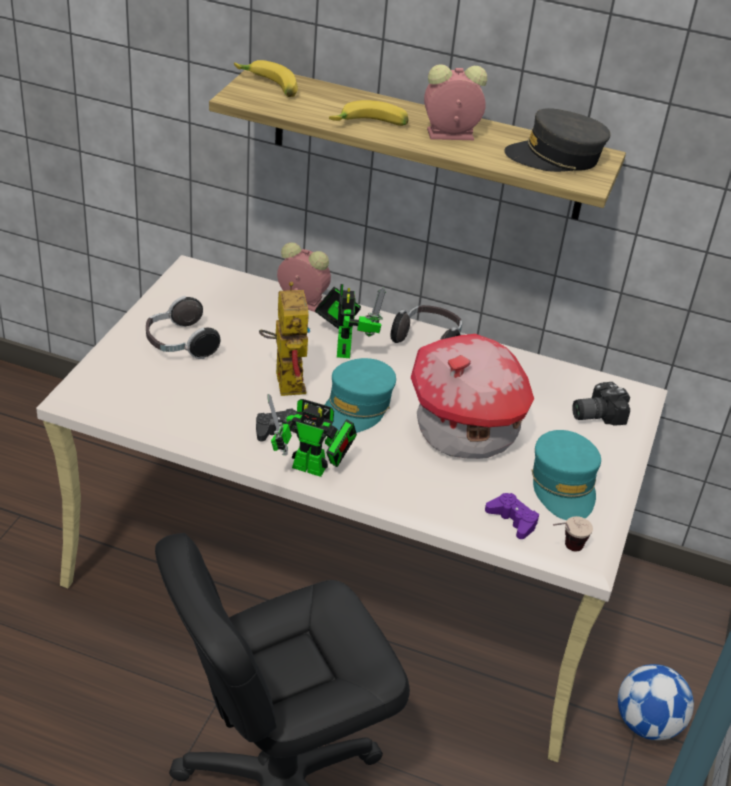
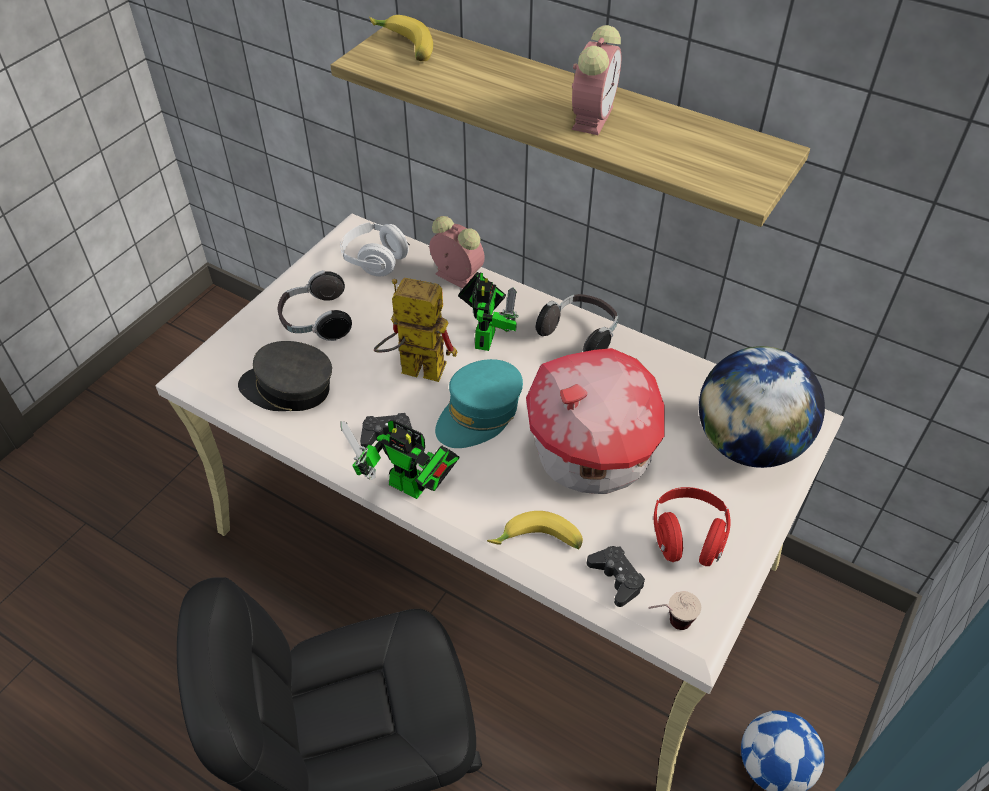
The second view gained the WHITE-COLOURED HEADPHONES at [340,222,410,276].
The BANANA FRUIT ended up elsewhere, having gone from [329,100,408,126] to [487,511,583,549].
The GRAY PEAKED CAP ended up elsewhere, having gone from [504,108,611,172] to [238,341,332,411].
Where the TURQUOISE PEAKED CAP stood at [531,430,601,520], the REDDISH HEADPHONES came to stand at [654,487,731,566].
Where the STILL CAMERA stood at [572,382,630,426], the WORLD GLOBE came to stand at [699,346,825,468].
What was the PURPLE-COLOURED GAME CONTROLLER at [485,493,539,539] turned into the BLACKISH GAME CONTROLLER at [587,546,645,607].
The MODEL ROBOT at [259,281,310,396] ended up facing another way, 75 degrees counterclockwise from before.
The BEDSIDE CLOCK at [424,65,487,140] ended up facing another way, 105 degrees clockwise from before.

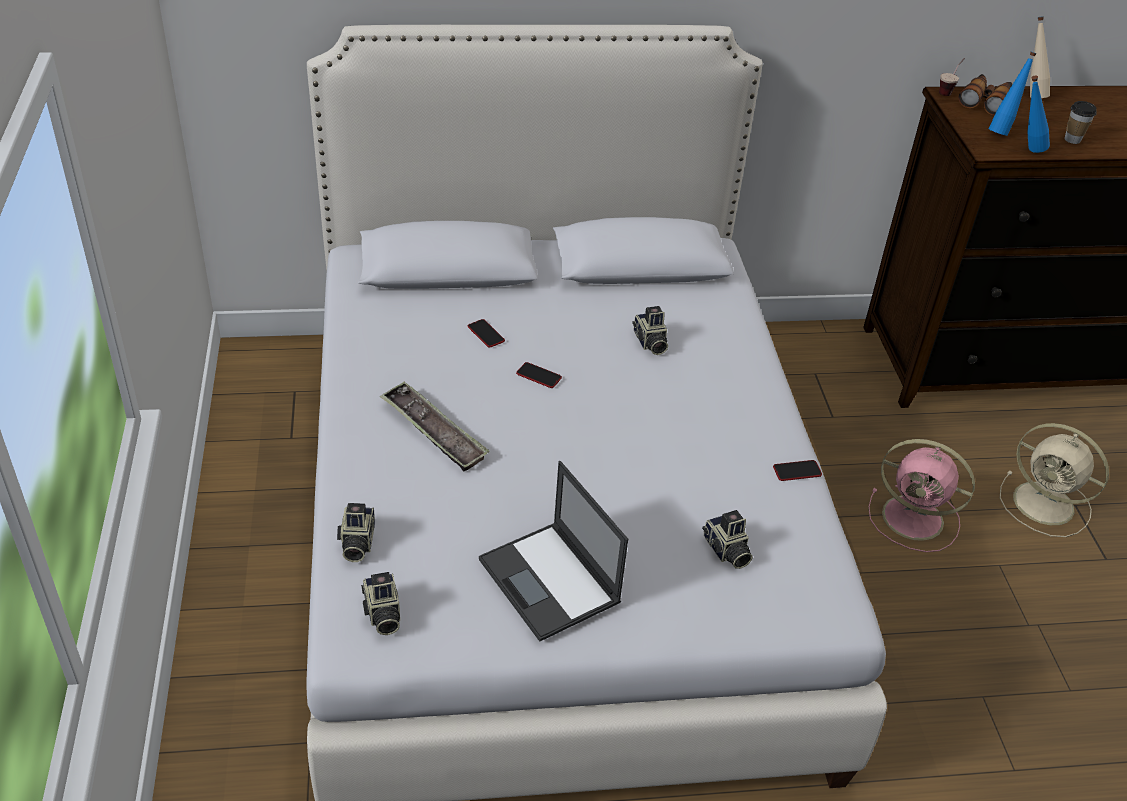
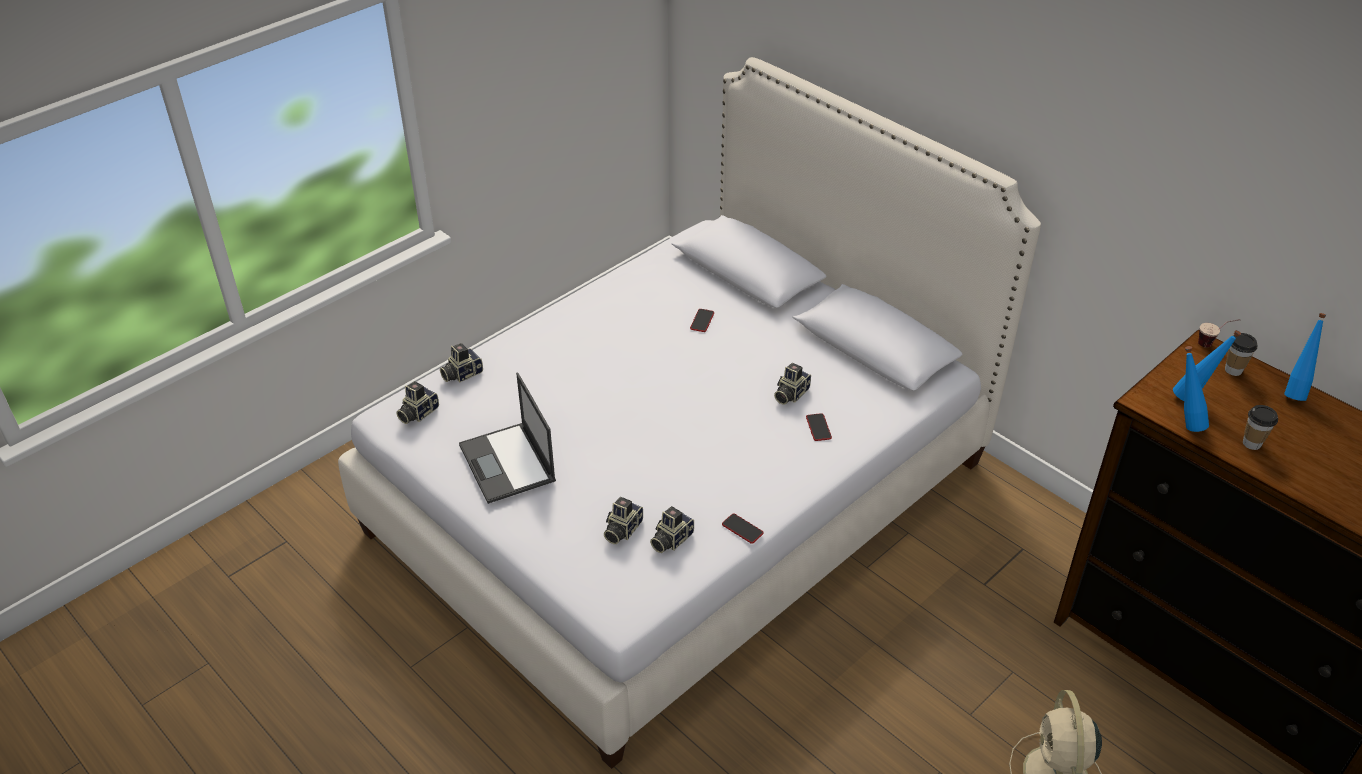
The second view lost the SERVING TRAY at [380,382,490,472].
The second view lost the PINK-COLOURED FAN at [868,439,975,552].
The second view gained the STILL CAMERA at [650,506,694,553].
The TELEPHONE ended up elsewhere, having gone from [516,362,562,388] to [806,413,832,441].
Where the BINOCULARS stood at [958,74,1012,115], the CUP came to stand at [1225,333,1258,376].
What was the BEIGE DRINK BOTTLE at [1030,17,1050,98] turned into the BLUE DRINK BOTTLE at [1284,313,1326,401].
The LAPTOP at [479,461,628,642] ended up facing another way, 45 degrees counterclockwise from before.

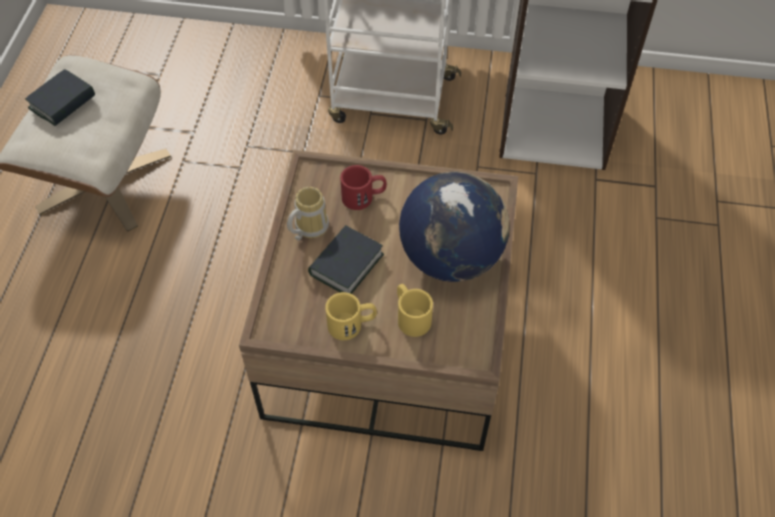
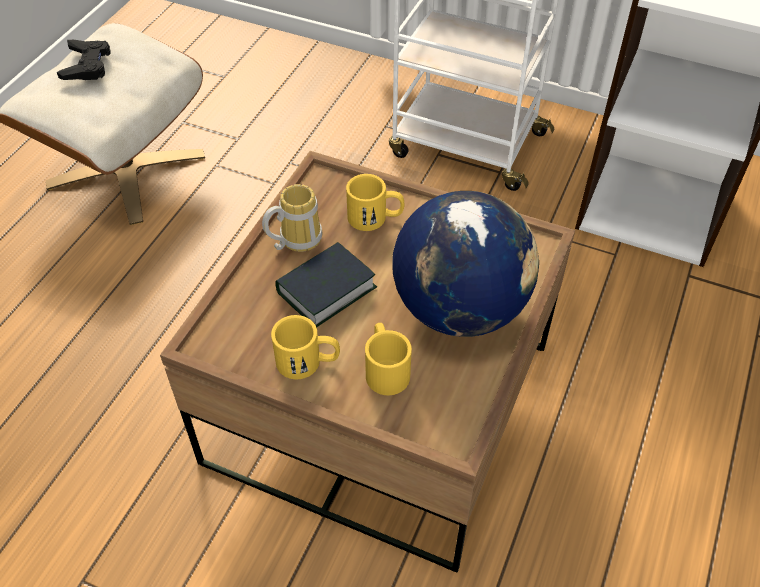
Where the BOUND BOOK stood at [25,69,95,126], the BLACKISH GAME CONTROLLER came to stand at [57,40,111,80].
What was the REDDISH TEA MUG at [340,165,387,210] turned into the YELLOW TEA MUG at [346,174,405,231].

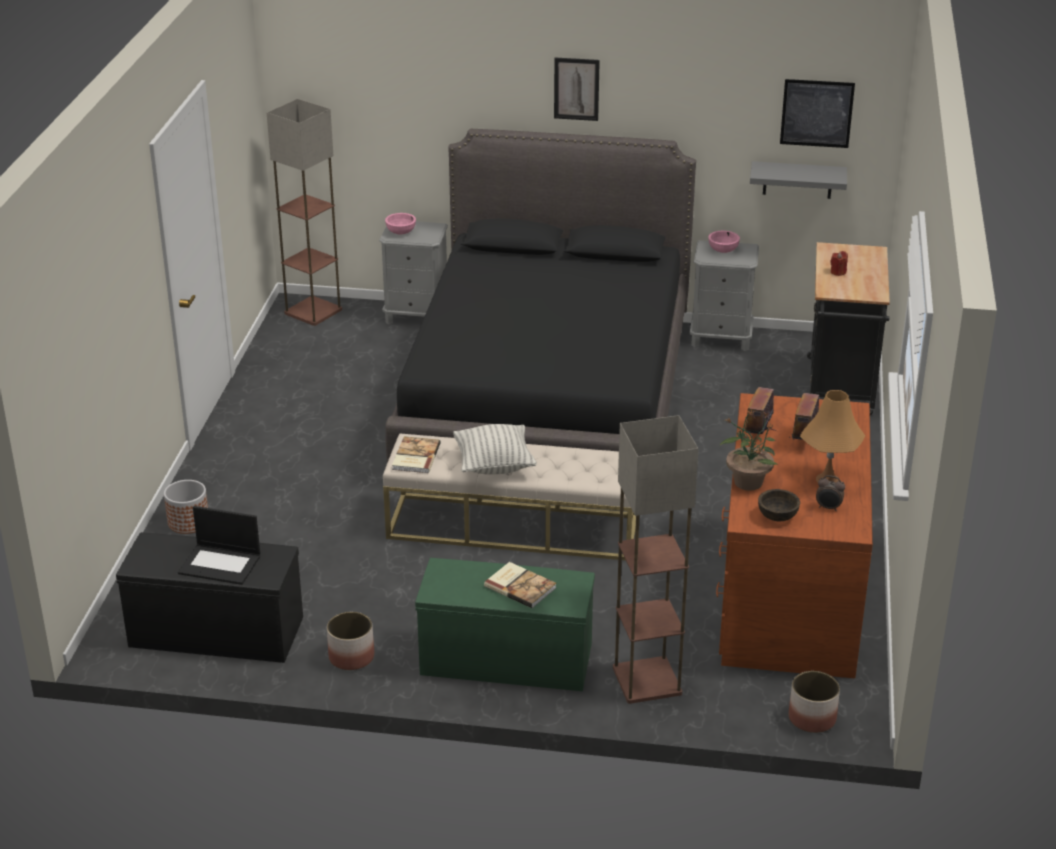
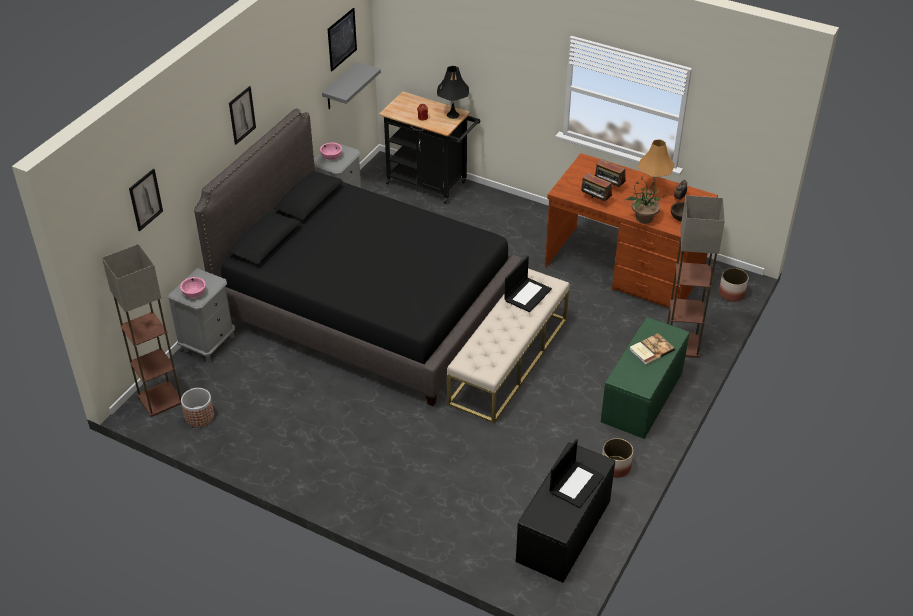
The second view lost the BOUND BOOK at [392,436,441,473].
The second view lost the PILLOW at [453,424,537,474].
The second view gained the WALL PICTURE at [129,169,163,231].
The second view gained the BLACKISH TABLETOP LAMP at [437,66,469,119].
The second view gained the LAPTOP at [504,256,552,312].
The PLANTER ended up elsewhere, having gone from [164,480,208,534] to [181,388,214,427].

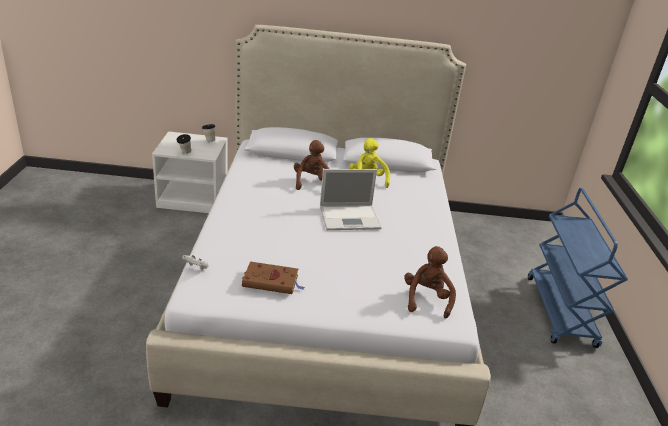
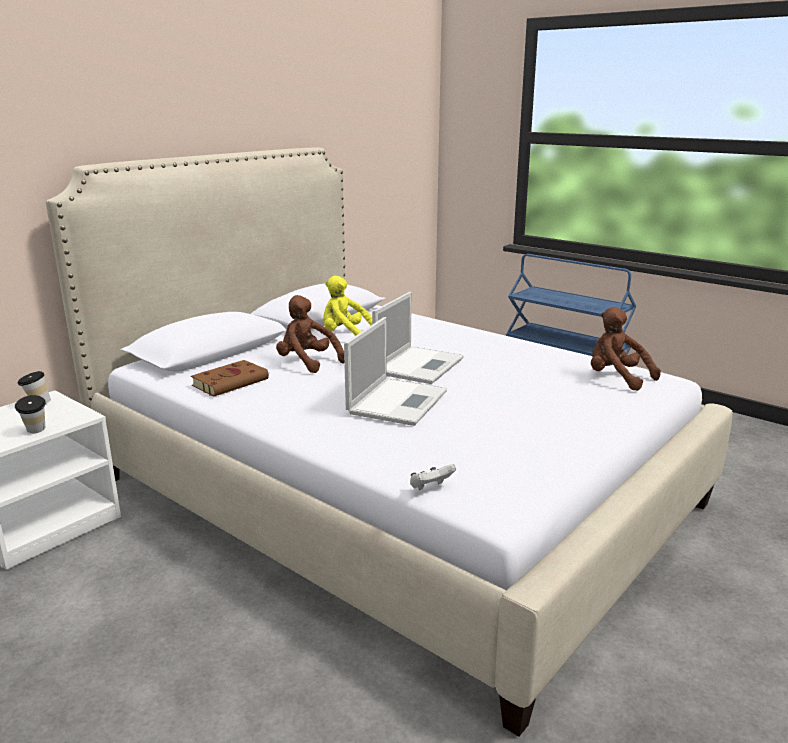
The second view gained the LAPTOP at [344,317,447,426].
The BROWN-COLOURED BOUND BOOK ended up elsewhere, having gone from [242,262,305,294] to [191,360,269,396].

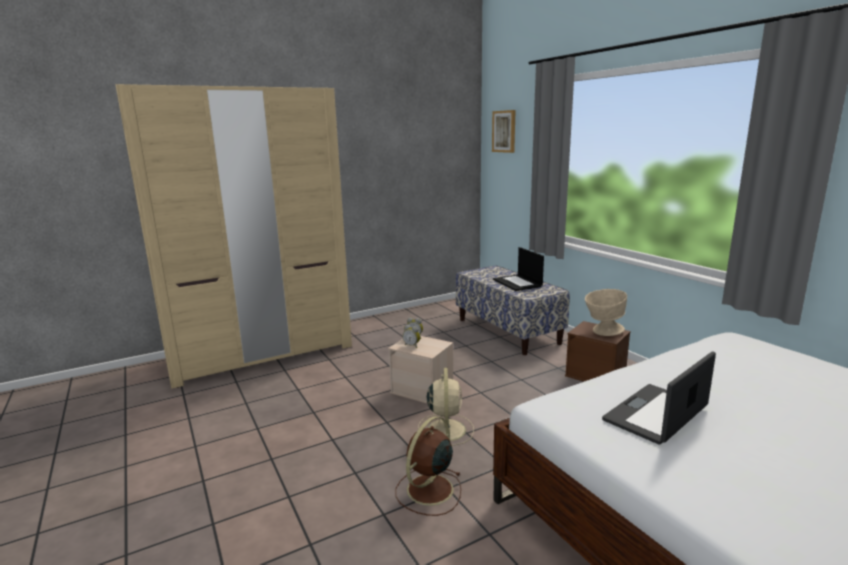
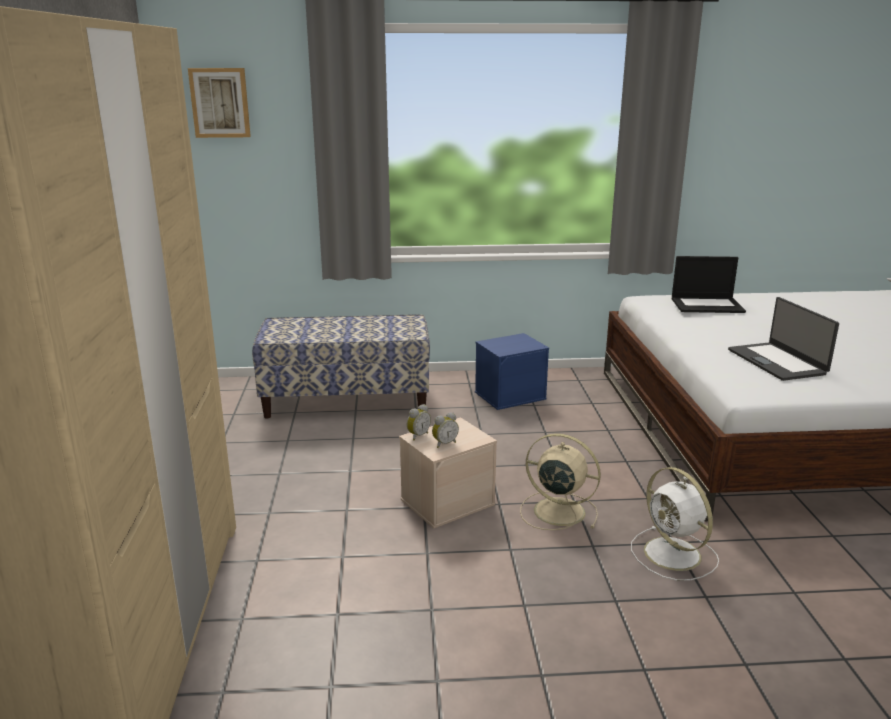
The second view lost the BEIGE BOWL at [585,289,627,336].
The LAPTOP ended up elsewhere, having gone from [493,247,544,291] to [672,256,746,313].
What was the BROWN-COLOURED FAN at [395,416,461,516] turned into the WHITE-COLOURED FAN at [631,467,719,581].
What was the BROWN-COLOURED STORAGE BOX at [565,321,631,382] turned into the BLUE STORAGE BOX at [475,333,549,410].

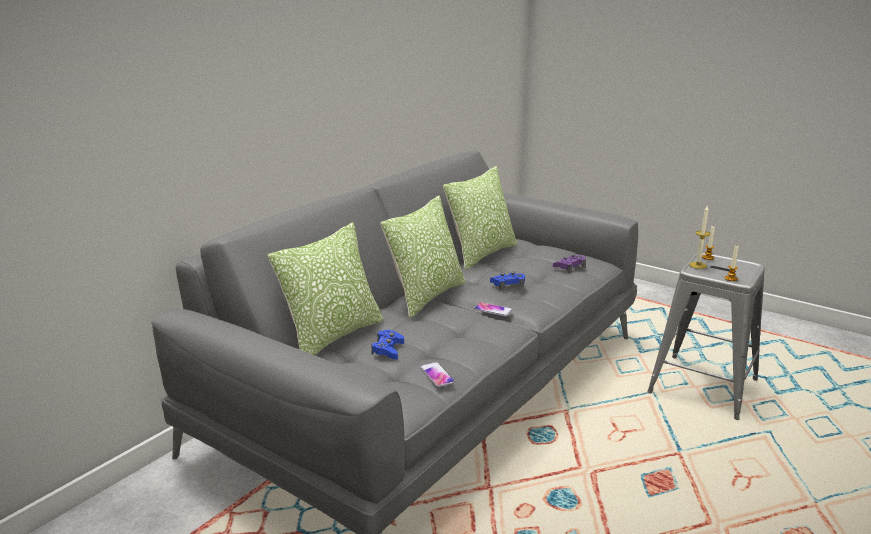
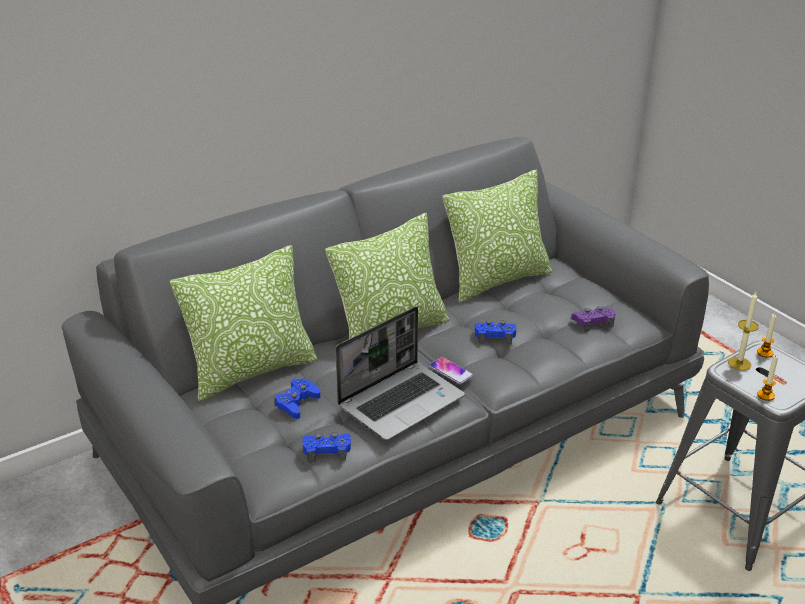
The second view gained the LAPTOP at [335,306,465,440].
Where the TELEPHONE stood at [420,362,455,387], the BLUE GAME CONTROLLER came to stand at [302,432,351,462].

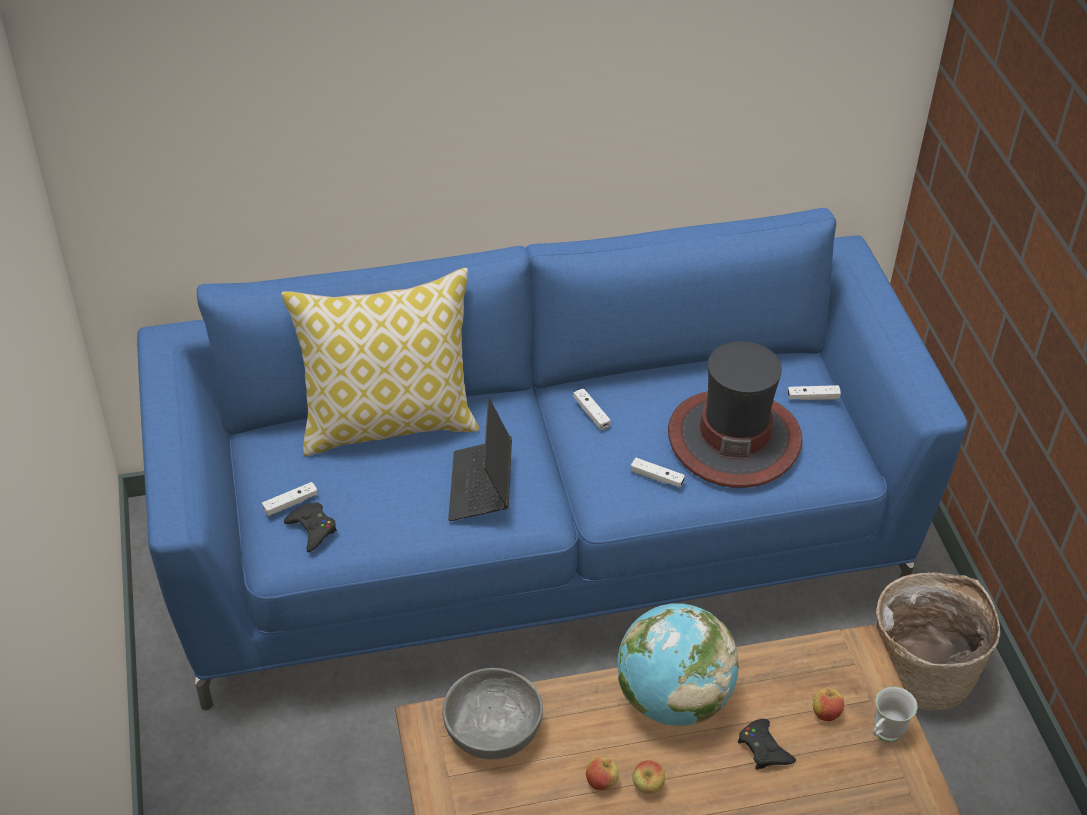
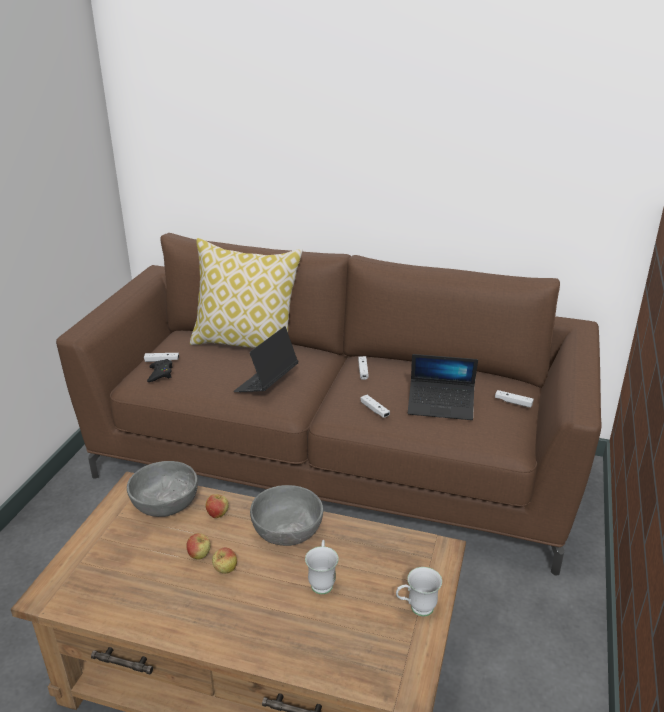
The second view lost the STORAGE BASKET at [876,572,1000,710].
The APPLE ended up elsewhere, having gone from [813,684,844,721] to [206,493,229,518].
Where the WORLD GLOBE stood at [617,603,739,726], the GRAY BOWL came to stand at [250,485,323,546].
Where the CLOTHING HAT stood at [668,341,802,488], the LAPTOP came to stand at [408,354,478,420].
Where the BLACKISH GAME CONTROLLER stood at [738,719,796,770], the WHITE-COLOURED TEA MUG came to stand at [305,540,339,594].
What was the BLUE COUCH at [137,208,968,710] turned into the BROWN-COLOURED COUCH at [56,233,602,576].

